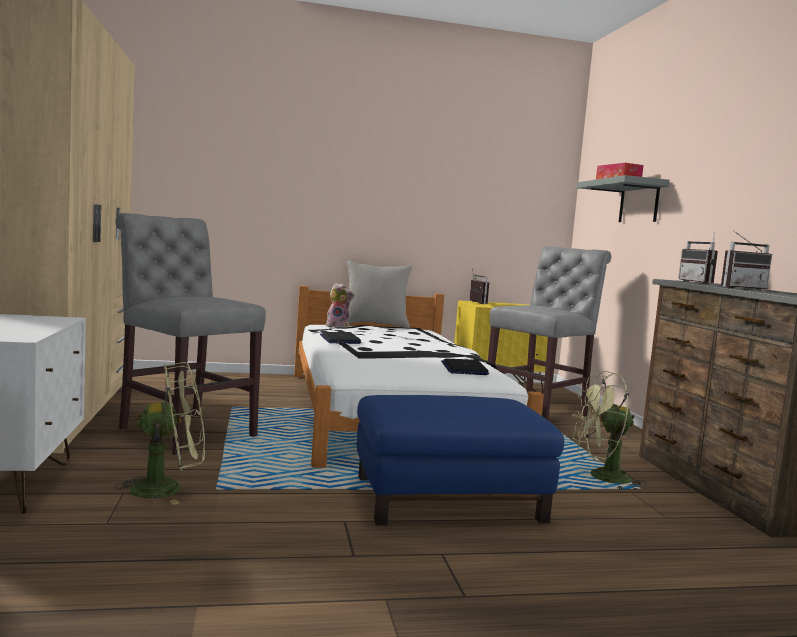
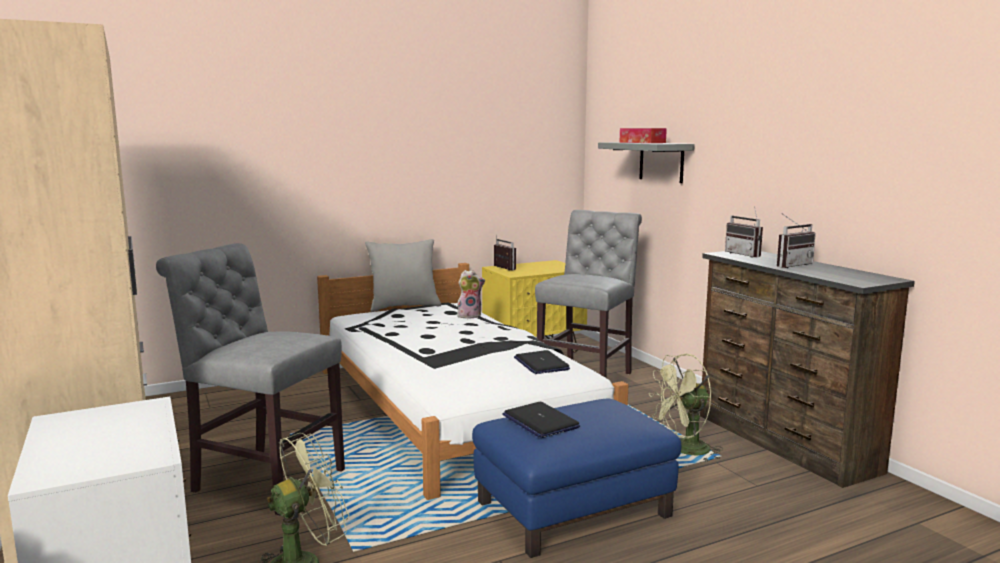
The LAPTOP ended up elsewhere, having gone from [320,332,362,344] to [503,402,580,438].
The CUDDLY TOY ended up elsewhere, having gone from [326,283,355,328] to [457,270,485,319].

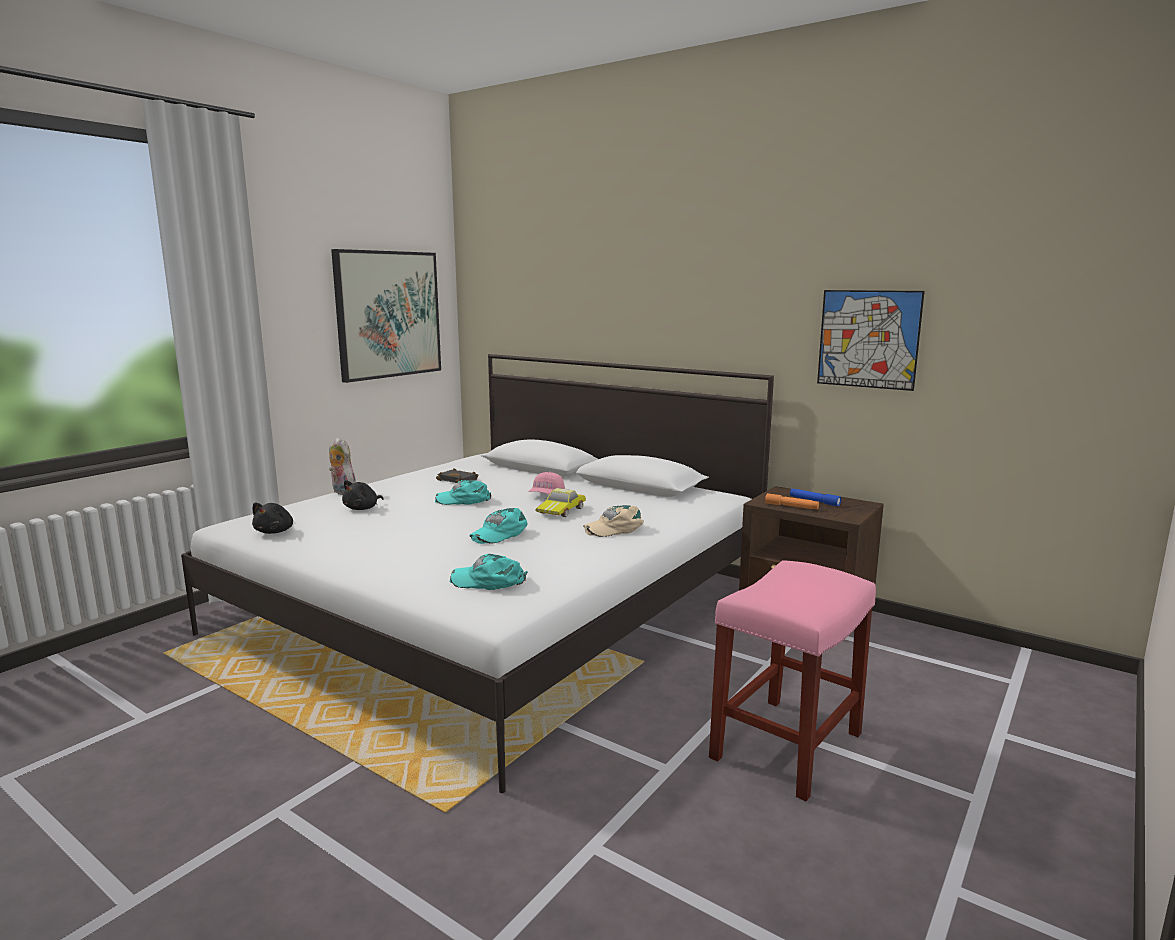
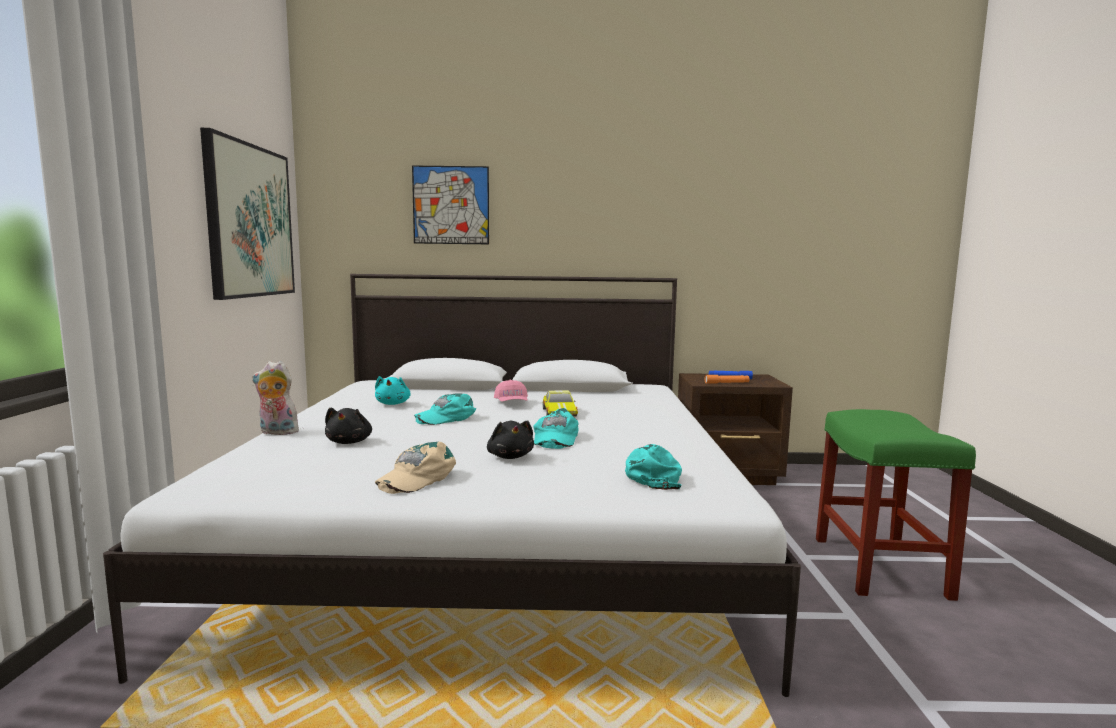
The BLACKISH CUDDLY TOY ended up elsewhere, having gone from [252,502,293,534] to [487,421,534,459].
The BEIGE PEAKED CAP ended up elsewhere, having gone from [583,505,644,537] to [375,442,456,494].
The WALL PICTURE ended up elsewhere, having gone from [817,290,925,391] to [412,166,489,244].
Where the BLACKISH BOUND BOOK stood at [436,468,478,483], the TURQUOISE CUDDLY TOY came to stand at [375,376,411,405].
What was the PINK-COLOURED STOOL SEAT at [709,560,876,801] turned into the GREENISH STOOL SEAT at [816,409,976,601].
The TURQUOISE PEAKED CAP at [450,554,528,590] ended up facing another way, 120 degrees clockwise from before.

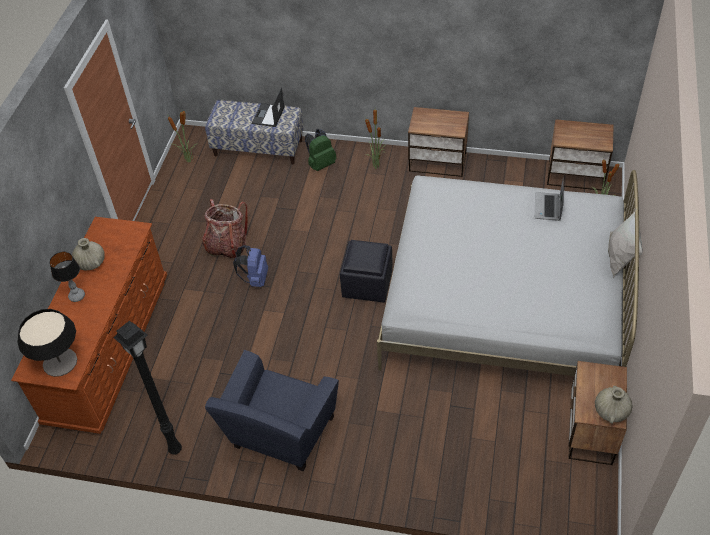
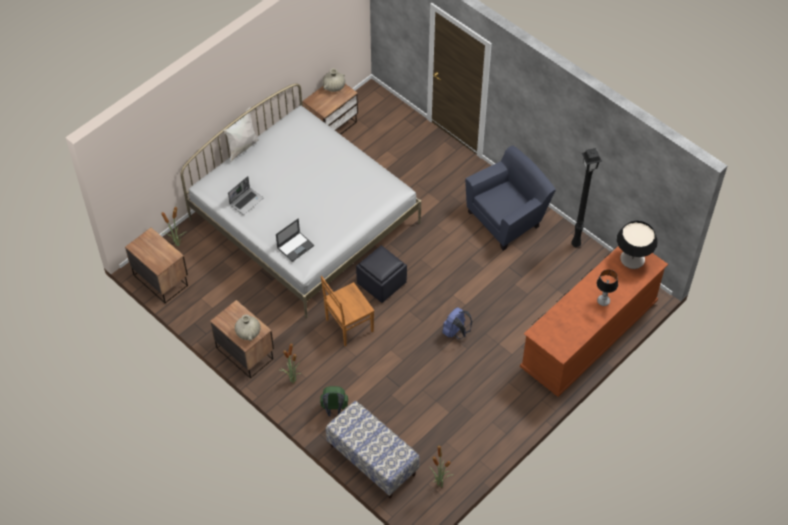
The second view lost the RUCKSACK at [202,199,248,259].
The second view gained the BROWN-COLOURED CHAIR at [321,276,374,346].
The BEIGE FLOWER VASE ended up elsewhere, having gone from [72,238,105,270] to [235,315,260,341].
The LAPTOP ended up elsewhere, having gone from [252,87,285,127] to [276,218,314,262].

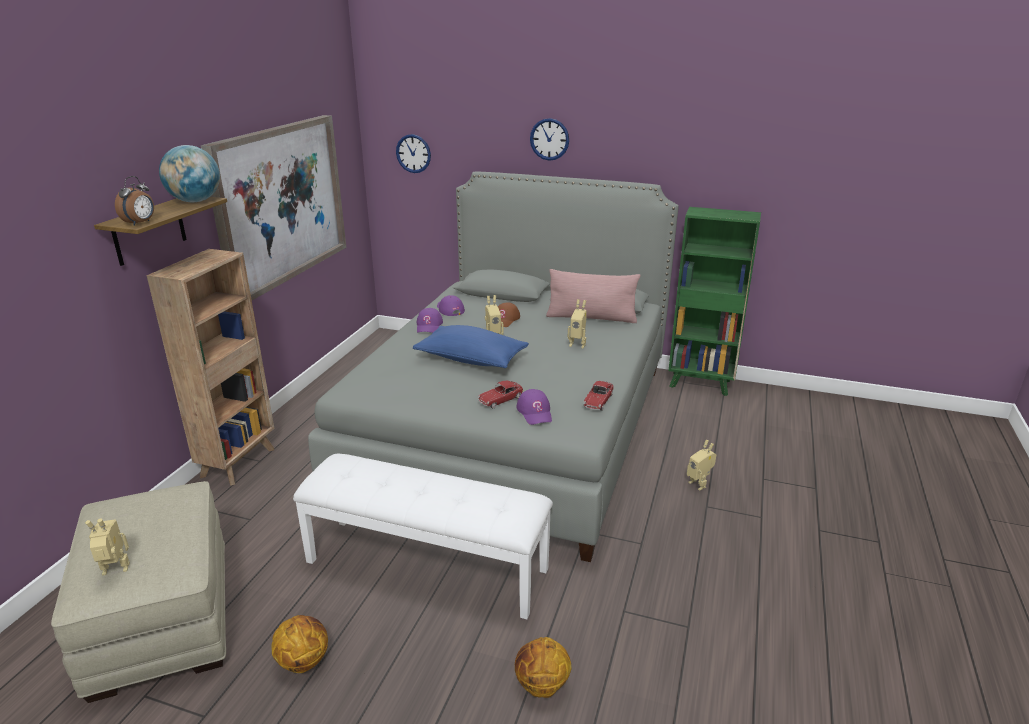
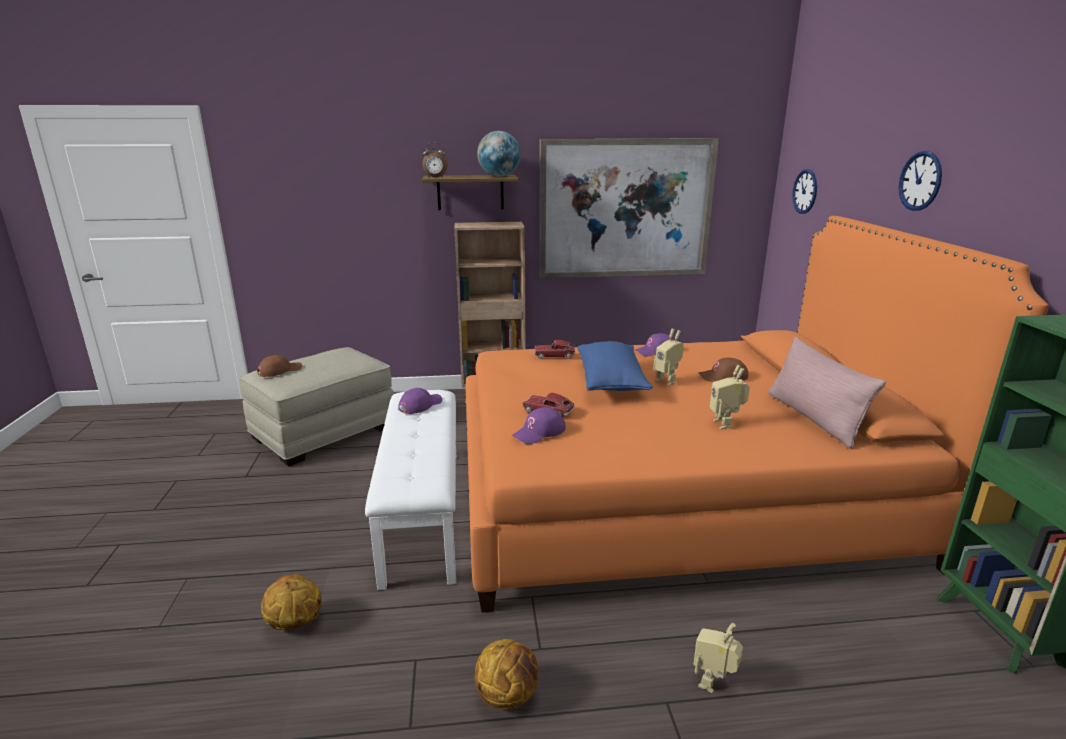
The BASKETBALL BALL ended up elsewhere, having gone from [271,615,328,673] to [475,639,538,709].
The PURPLE-COLOURED PEAKED CAP ended up elsewhere, having gone from [437,295,465,316] to [398,388,442,414].
The TOY CAR ended up elsewhere, having gone from [583,381,614,411] to [534,340,576,359].
Where the MODEL ROBOT stood at [85,518,130,575], the BROWN-COLOURED PEAKED CAP came to stand at [257,355,302,377].
What was the GRAY SLEEPING BED at [308,172,679,562] turned into the ORANGE-COLOURED SLEEPING BED at [466,216,1049,613].

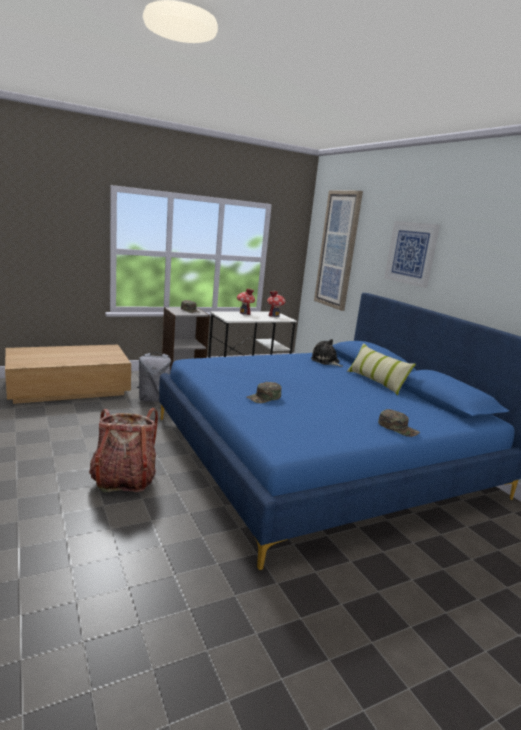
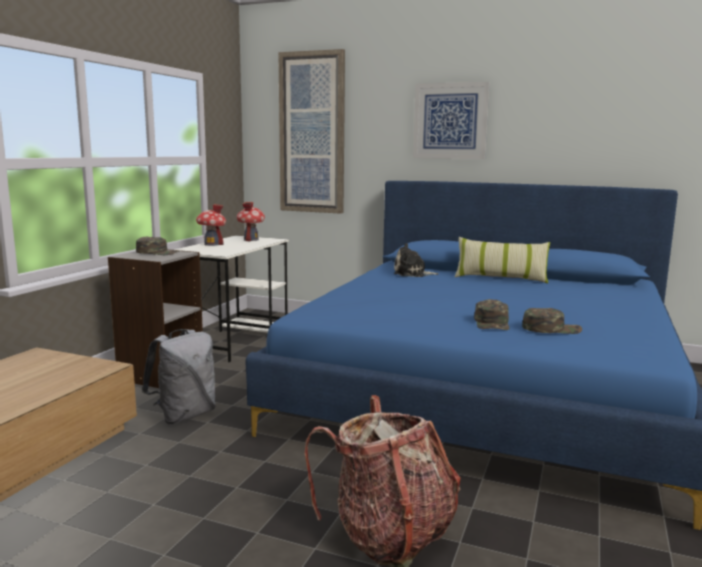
The GREENISH PEAKED CAP ended up elsewhere, having gone from [378,409,420,437] to [522,308,582,334].

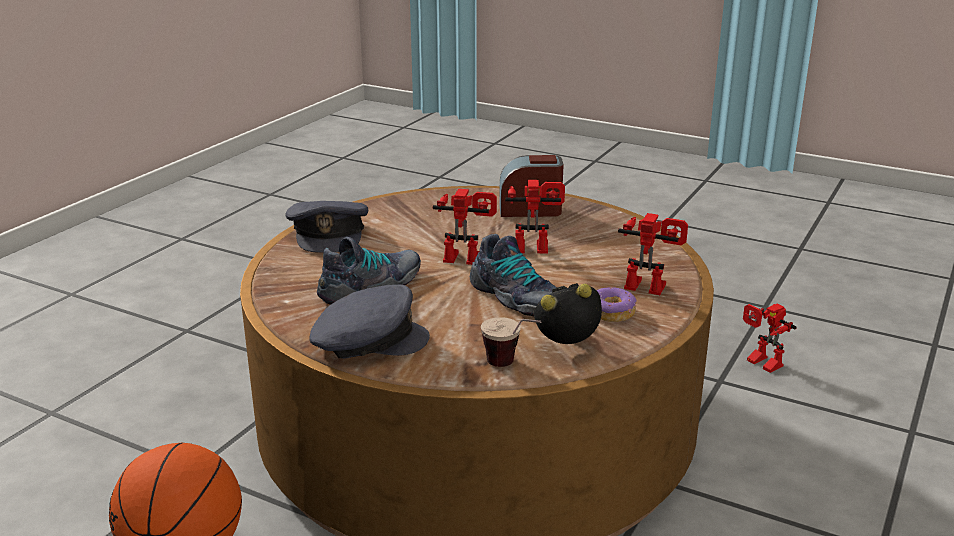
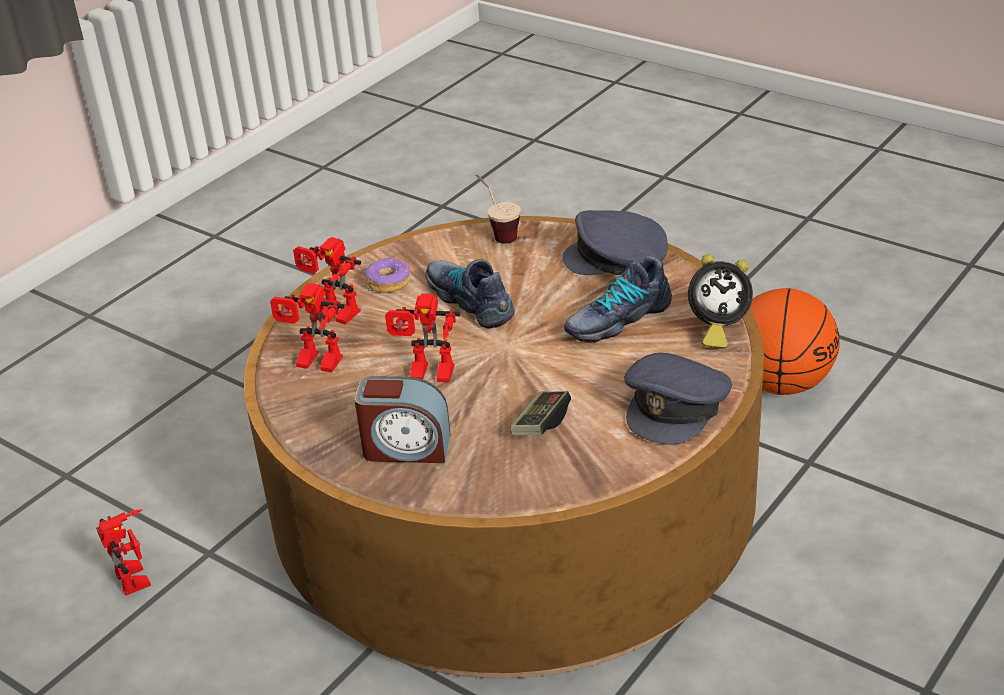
The second view gained the GAME CONTROLLER at [510,391,571,435].
The MODEL ROBOT ended up elsewhere, having gone from [433,189,497,265] to [270,283,344,372].
The BEDSIDE CLOCK ended up elsewhere, having gone from [534,283,602,344] to [688,254,753,349].
The GRAY PEAKED CAP at [285,201,368,253] ended up facing another way, 150 degrees counterclockwise from before.

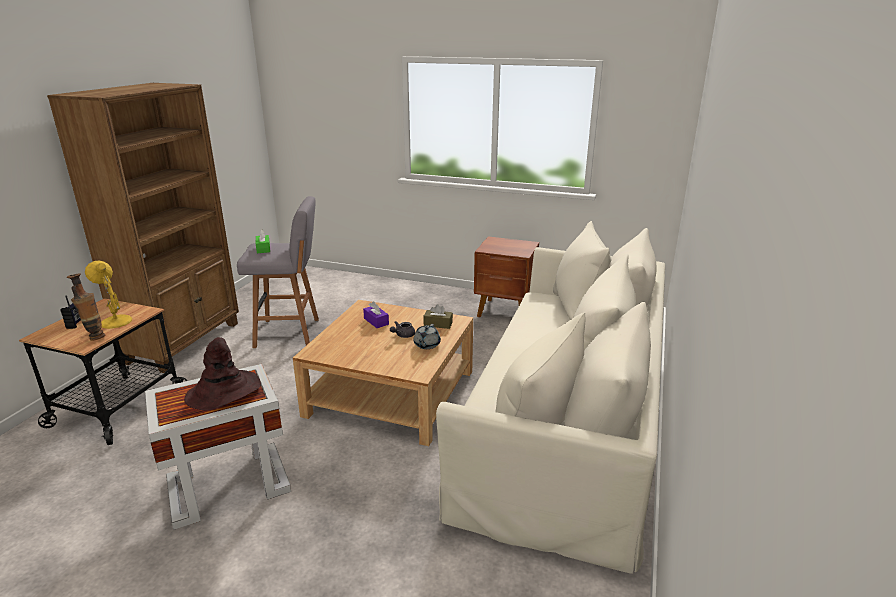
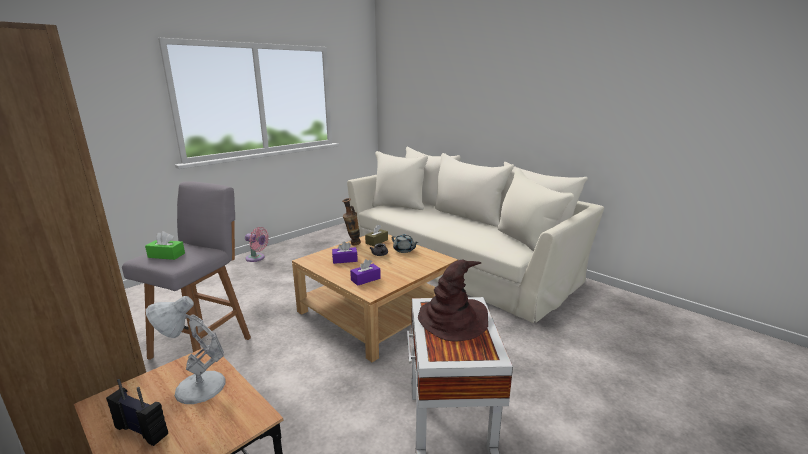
The second view lost the BROWN-COLOURED NIGHTSTAND at [474,236,539,317].
The second view gained the PINK-COLOURED FAN at [245,227,269,262].
The second view gained the PURPLE-COLOURED TISSUE BOX at [350,259,381,286].
The FLOWER VASE ended up elsewhere, having gone from [67,274,105,341] to [342,198,361,245].
What was the YELLOW TABLETOP LAMP at [85,260,132,329] turned into the WHITE-COLOURED TABLETOP LAMP at [146,296,225,404].

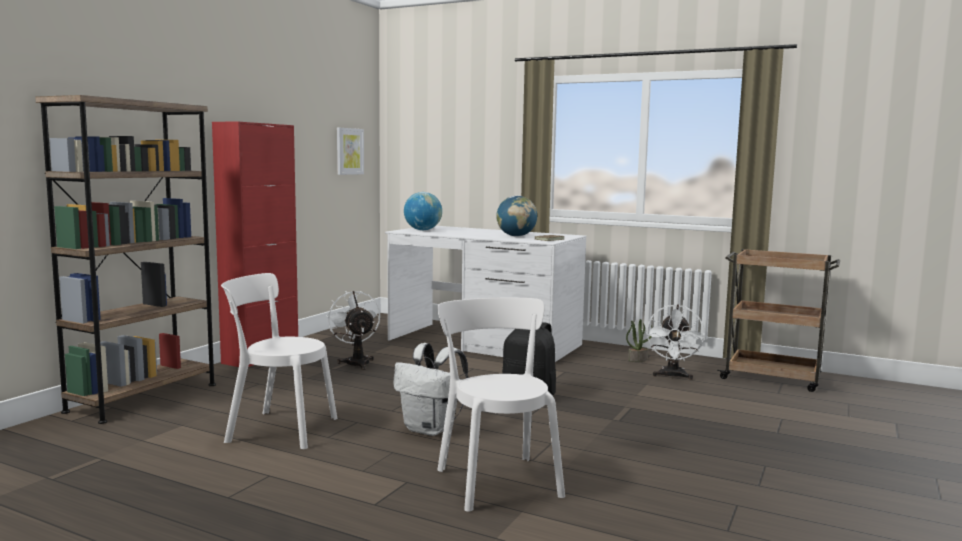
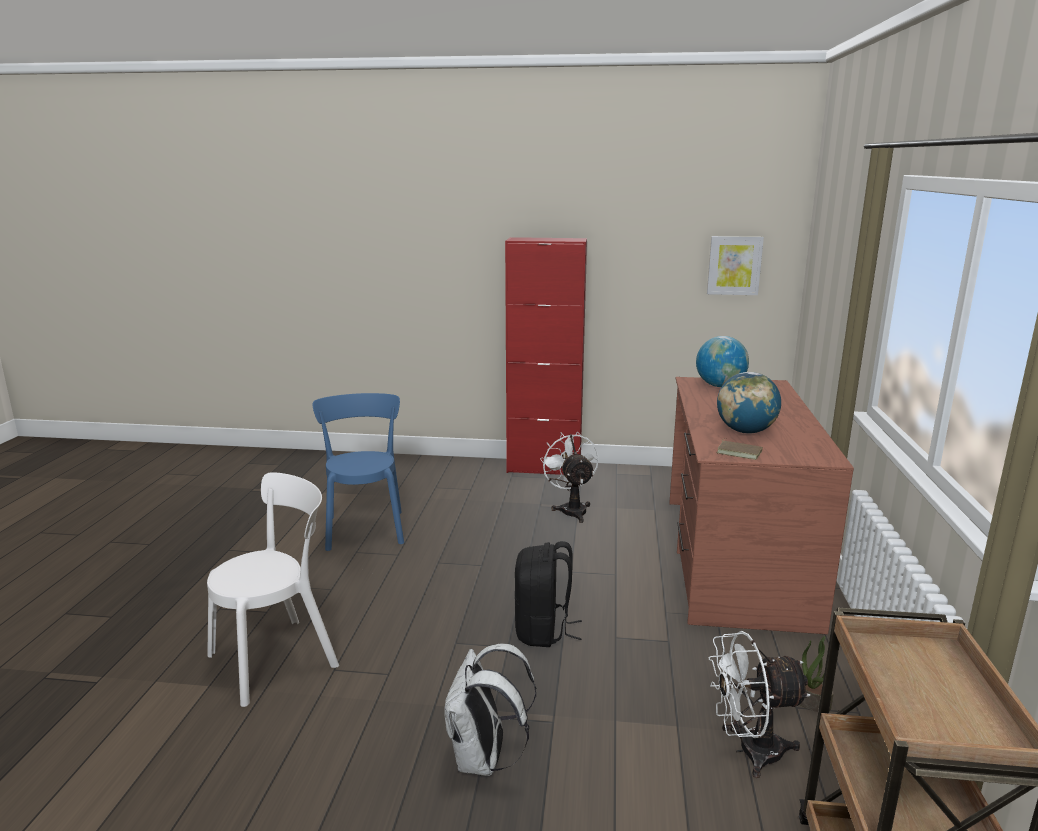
The second view lost the BROWN-COLOURED BOOKCASE at [35,95,216,424].
The WHITE-COLOURED RUCKSACK ended up elsewhere, having gone from [393,343,469,436] to [444,644,536,776].
What was the WHITE-COLOURED CHAIR at [221,273,337,449] turned into the BLUE CHAIR at [313,393,404,551].
What was the WHITE-COLOURED DESK at [385,226,587,362] turned into the BROWN-COLOURED DESK at [669,377,854,634].
The WHITE-COLOURED FAN at [326,291,380,370] ended up facing another way, 60 degrees counterclockwise from before.

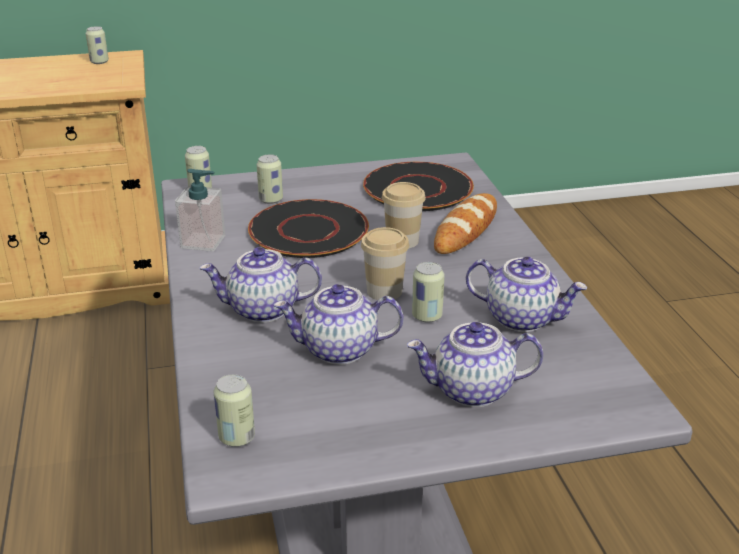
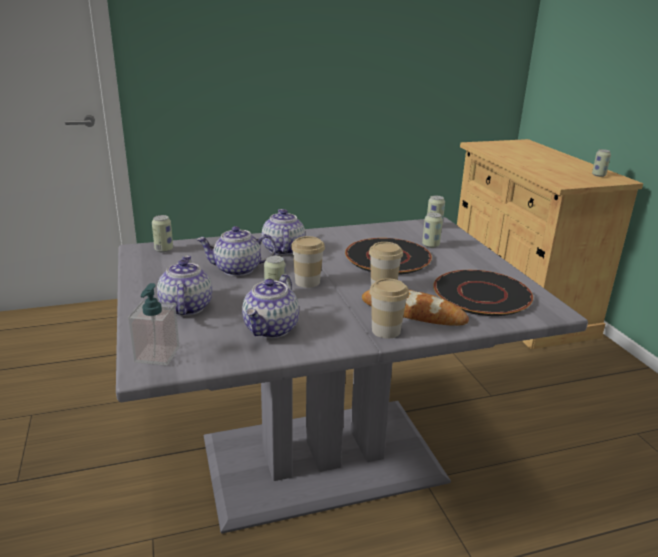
The second view gained the CUP at [369,278,409,338].
The SOAP BOTTLE ended up elsewhere, having gone from [175,169,225,252] to [128,283,180,365].
The TEA POT at [273,284,404,365] ended up facing another way, 90 degrees counterclockwise from before.

